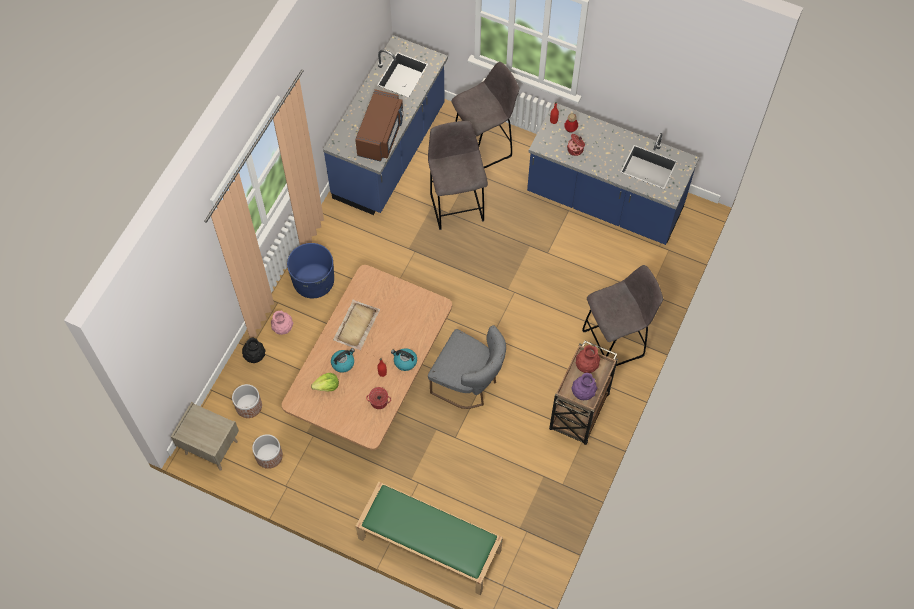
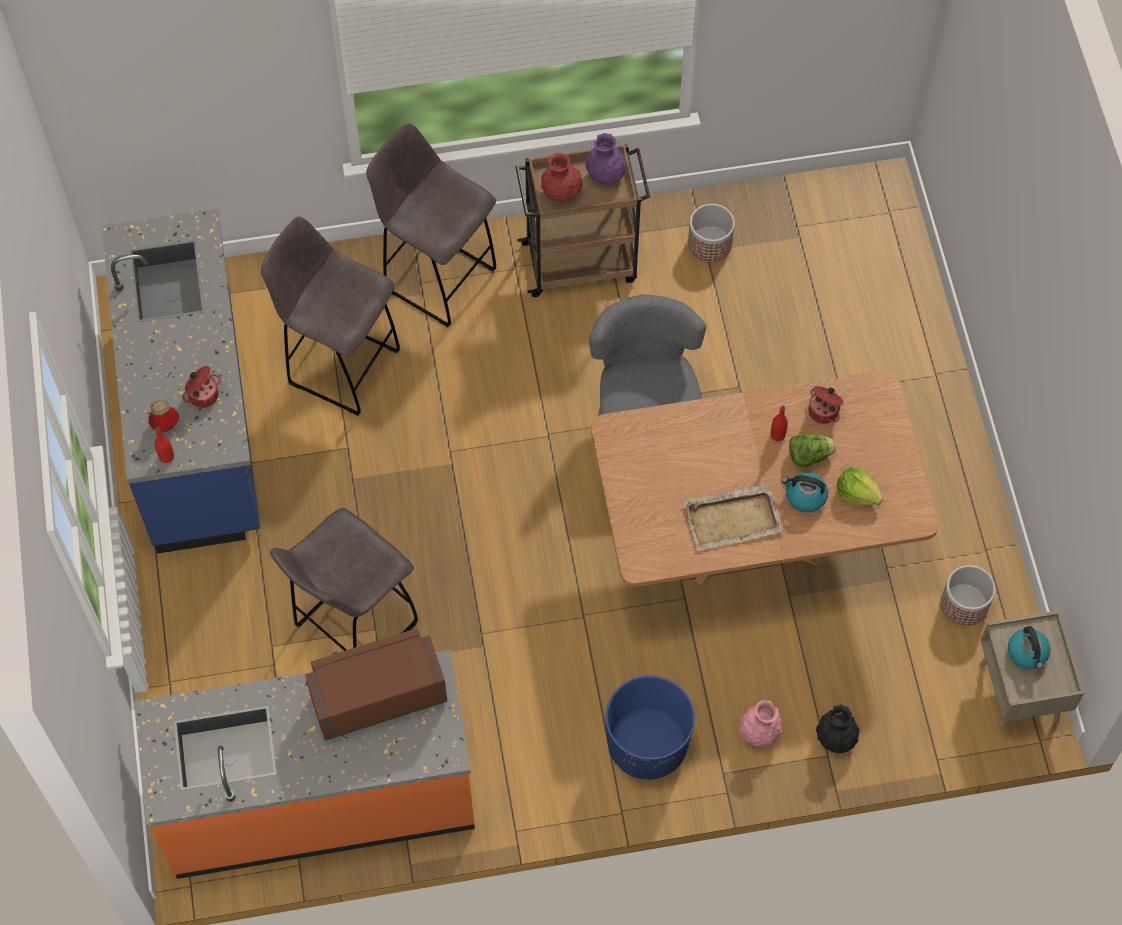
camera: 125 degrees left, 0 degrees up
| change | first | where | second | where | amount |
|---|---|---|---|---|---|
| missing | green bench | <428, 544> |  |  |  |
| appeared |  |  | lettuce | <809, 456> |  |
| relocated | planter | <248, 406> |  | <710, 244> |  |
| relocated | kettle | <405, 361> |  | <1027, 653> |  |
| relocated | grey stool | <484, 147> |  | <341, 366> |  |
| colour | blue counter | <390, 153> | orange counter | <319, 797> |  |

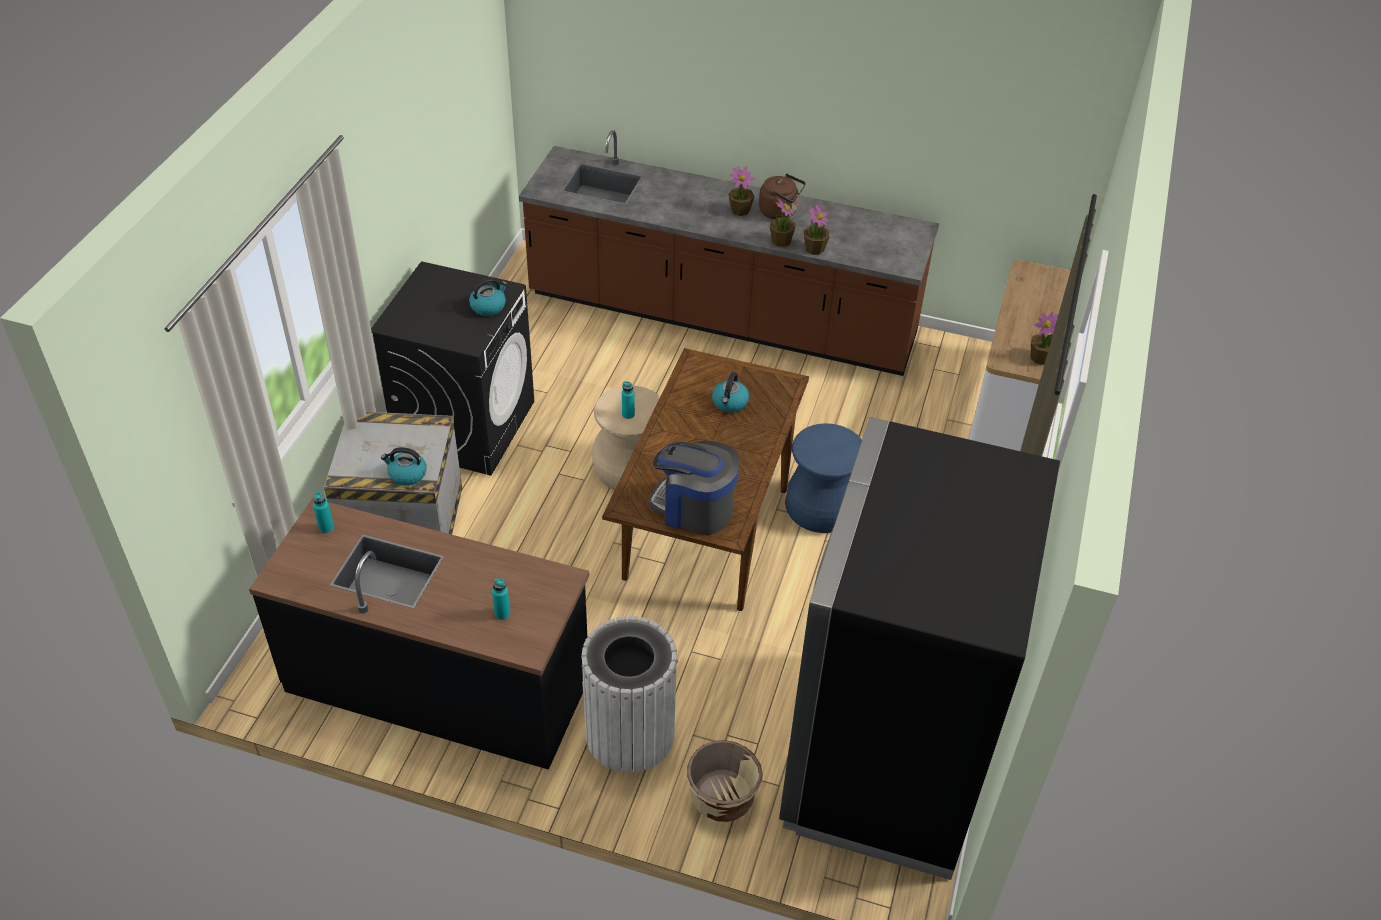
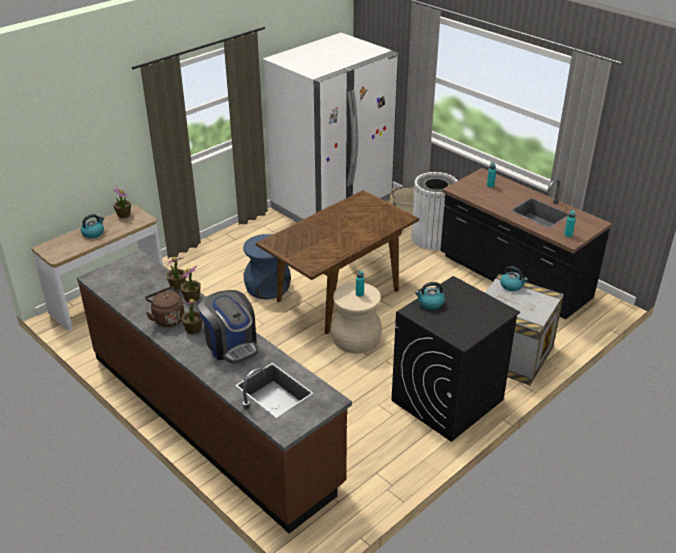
camera: 150 degrees left, 10 degrees down
| change | first | where | second | where | amount |
|---|---|---|---|---|---|
| relocated | coffee machine | <694, 508> |  | <231, 345> |  |
| relocated | kettle | <730, 403> |  | <93, 233> |  |
| colour | black fridge | <885, 759> | white fridge | <332, 204> |  |

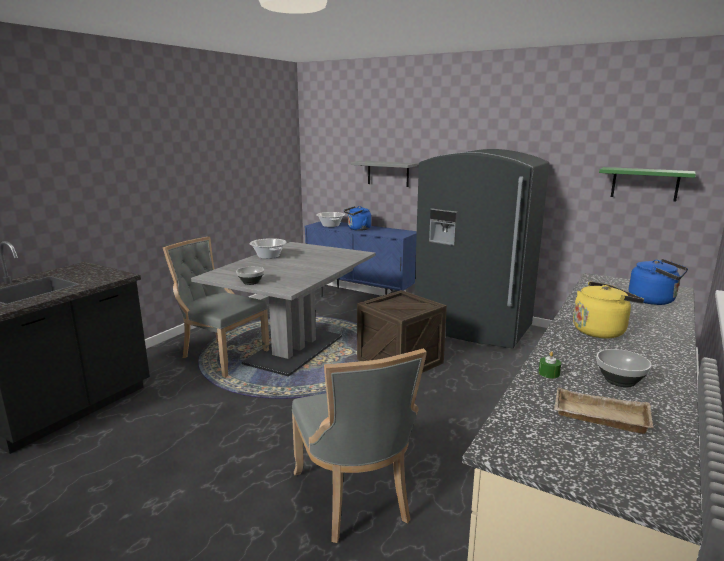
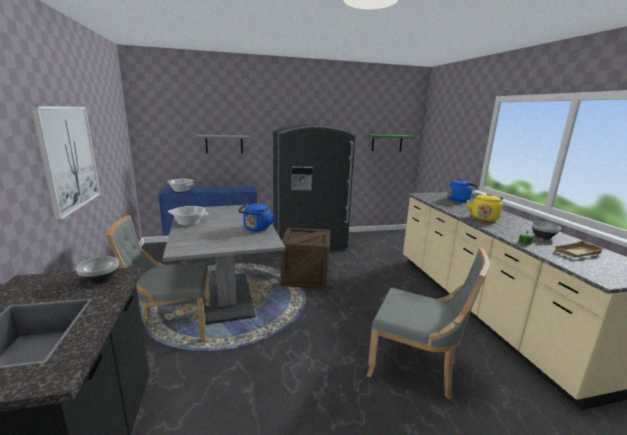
camera: 45 degrees left, 0 degrees up
| change | first | where | second | where | amount |
|---|---|---|---|---|---|
| appeared |  |  | picture | <68, 158> |  |
| relocated | bowl | <251, 282> |  | <100, 279> |  |
| relocated | blue kettle | <358, 229> |  | <256, 229> |  |

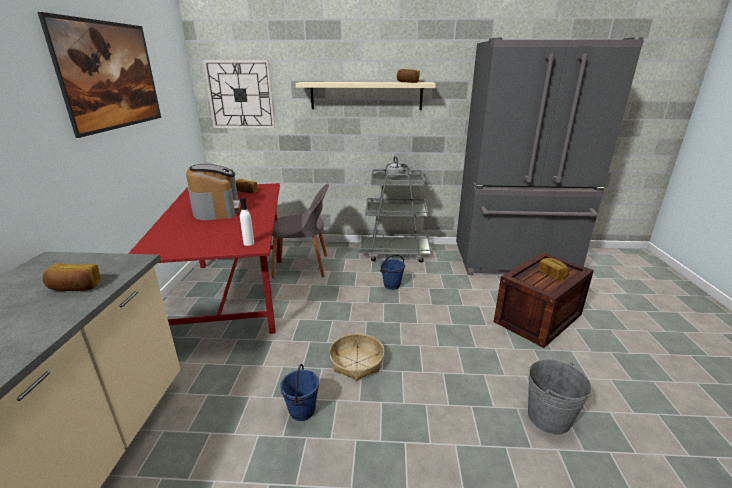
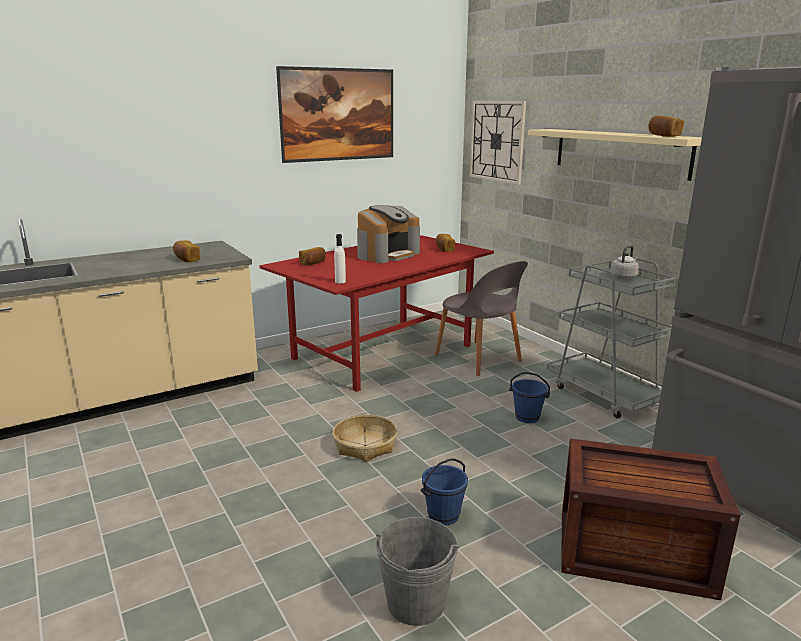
camera: 55 degrees right, 5 degrees down
| change | first | where | second | where | amount |
|---|---|---|---|---|---|
| relocated | blue bucket | <302, 411> |  | <444, 516> |  |
| relocated | bread | <552, 274> |  | <313, 263> |  |

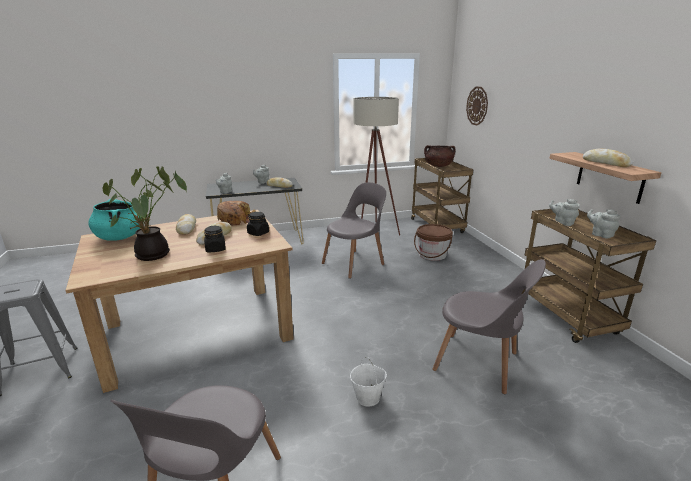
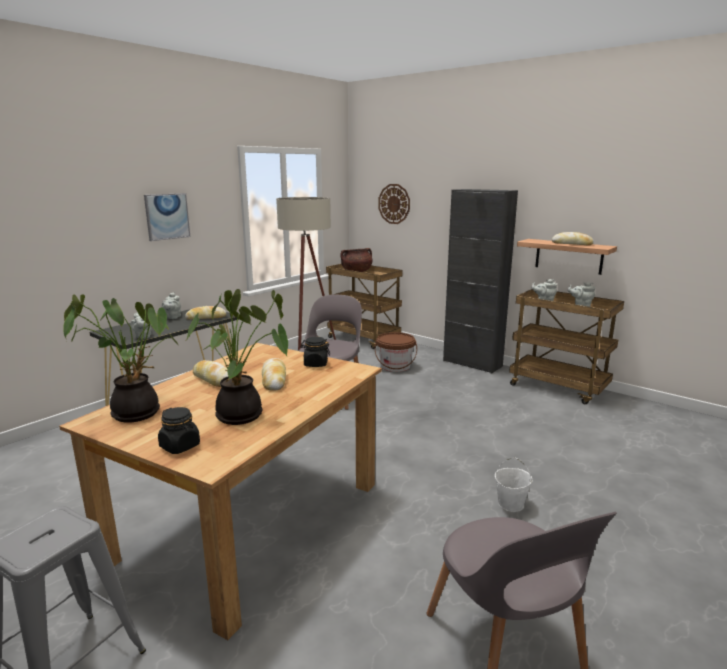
camera: 35 degrees left, 5 degrees down
| change | first | where | second | where | amount |
|---|---|---|---|---|---|
| missing | bread | <236, 219> |  |  |  |
| missing | grey chair | <480, 363> |  |  |  |
| appeared |  |  | picture | <167, 216> |  |
| appeared |  |  | black cabinet | <472, 363> |  |
| relocated | black jar | <215, 249> |  | <180, 446> |  |
| exchanged | turquoise cooking pot | <119, 237> | potted plant | <136, 412> |  |

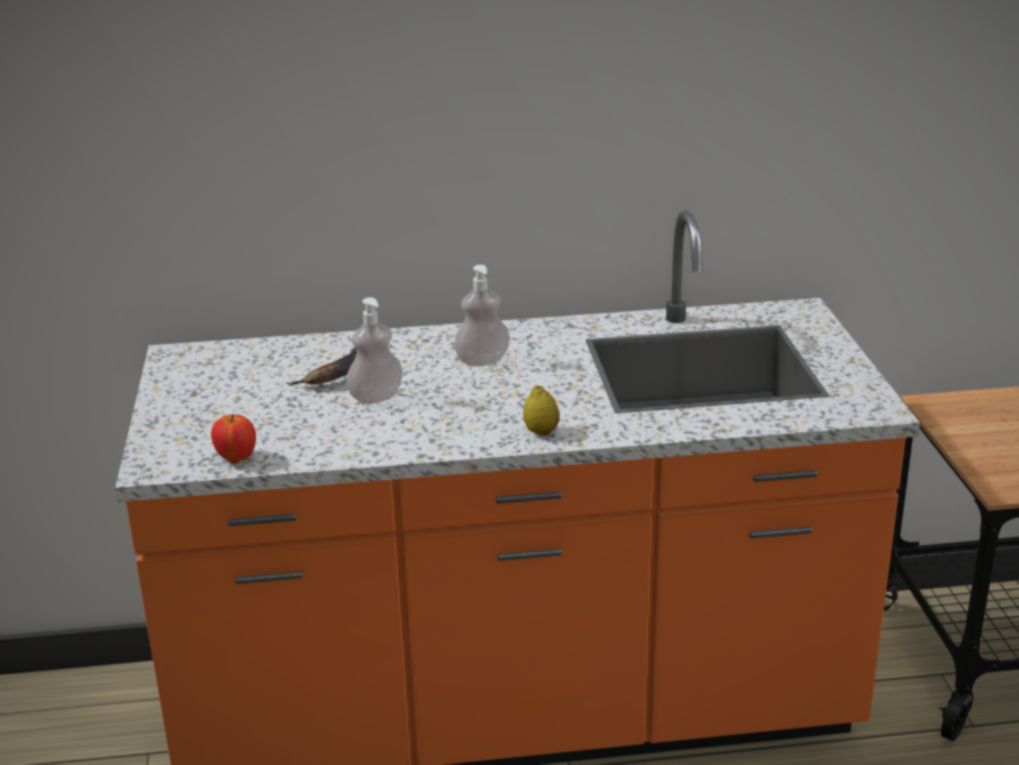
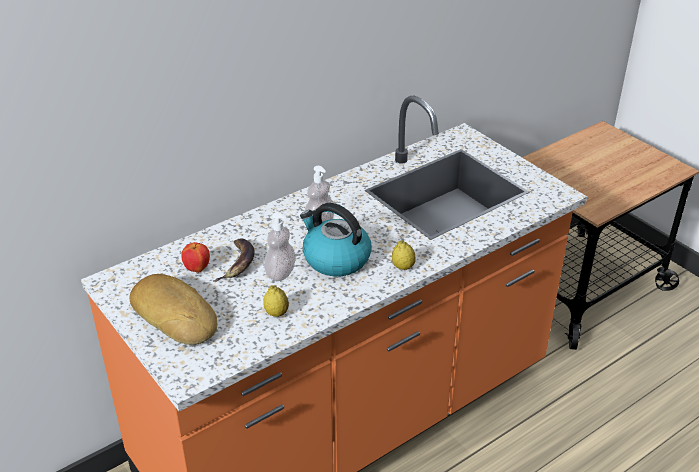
camera: 30 degrees left, 10 degrees up
| change | first | where | second | where | amount |
|---|---|---|---|---|---|
| appeared |  |  | bread | <176, 314> |  |
| appeared |  |  | lemon | <276, 313> |  |
| appeared |  |  | kettle | <335, 259> |  |
| relocated | apple | <236, 459> |  | <197, 269> |  |

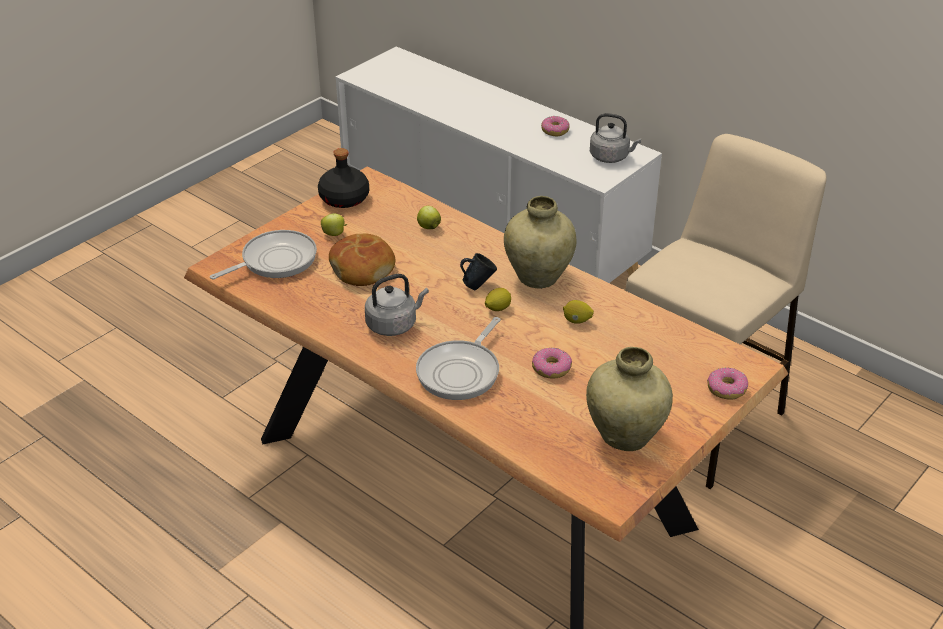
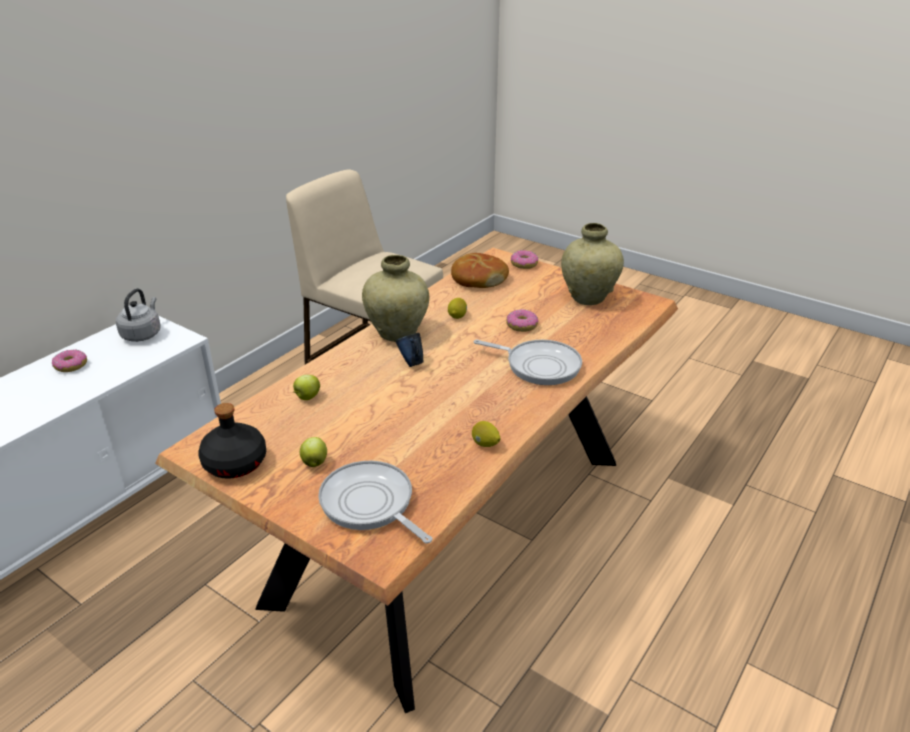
camera: 95 degrees left, 5 degrees down
| change | first | where | second | where | amount |
|---|---|---|---|---|---|
| missing | grey kettle | <394, 324> |  |  |  |
| relocated | bread | <363, 268> |  | <478, 279> |  |
| relocated | lemon | <497, 308> |  | <485, 444> |  |

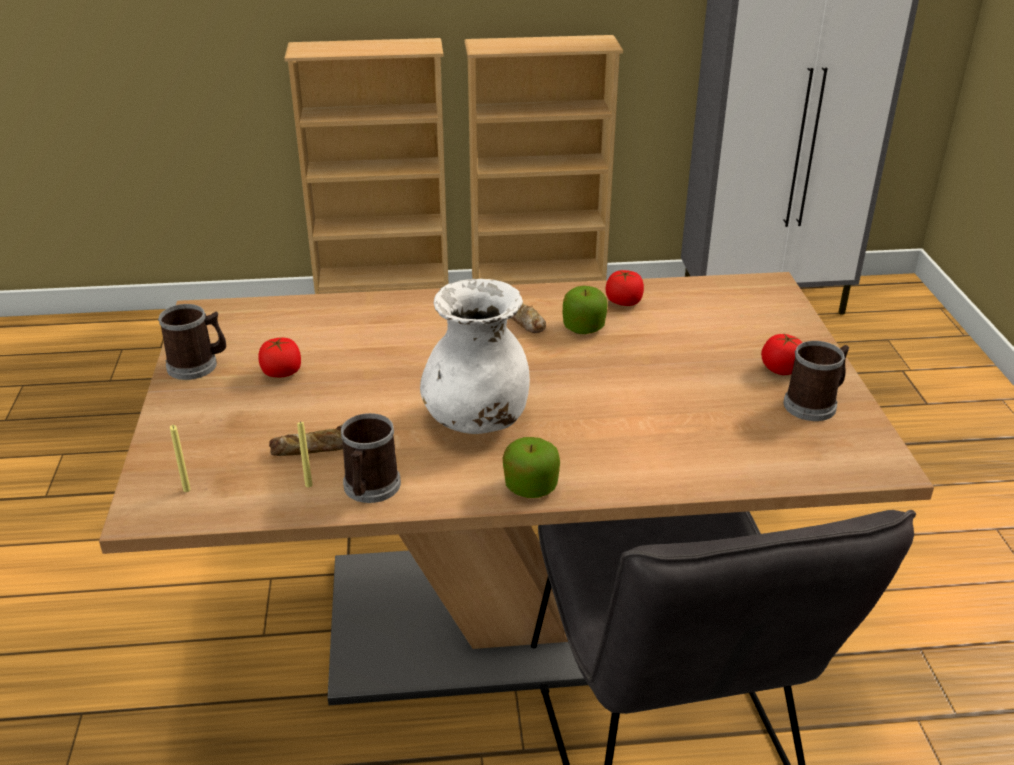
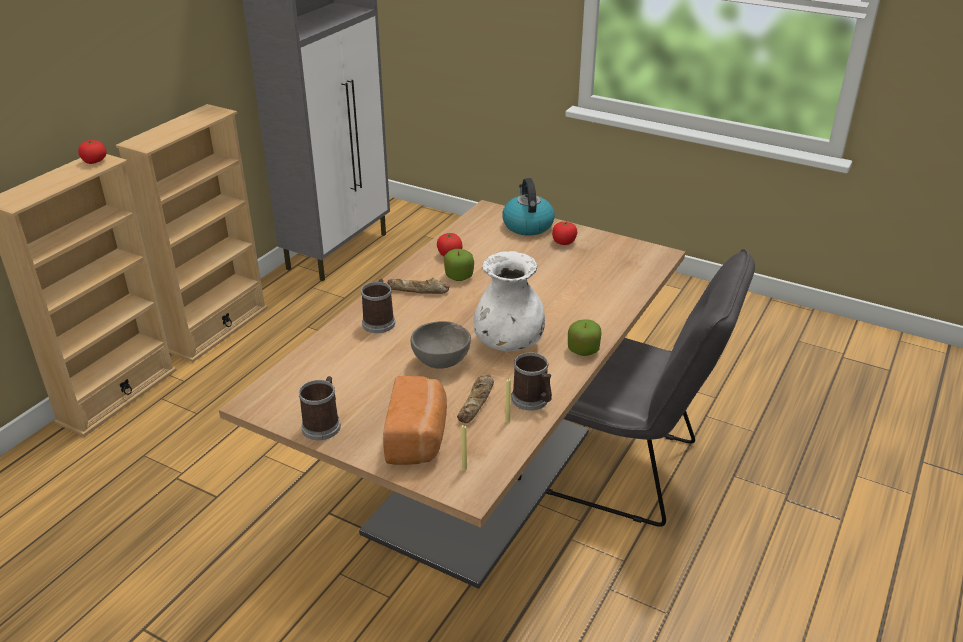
camera: 55 degrees left, 0 degrees up
| change | first | where | second | where | amount |
|---|---|---|---|---|---|
| appeared |  |  | bread | <418, 438> |  |
| appeared |  |  | grey bowl | <442, 362> |  |
| appeared |  |  | kettle | <527, 225> |  |
| relocated | tomato | <281, 373> |  | <94, 161> |  |
| relocated | mug | <814, 404> |  | <379, 321> |  |

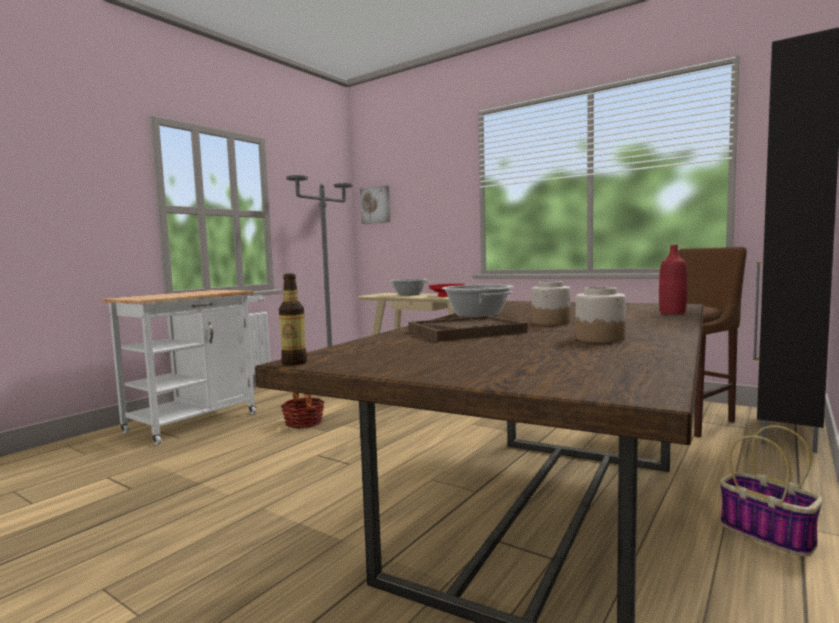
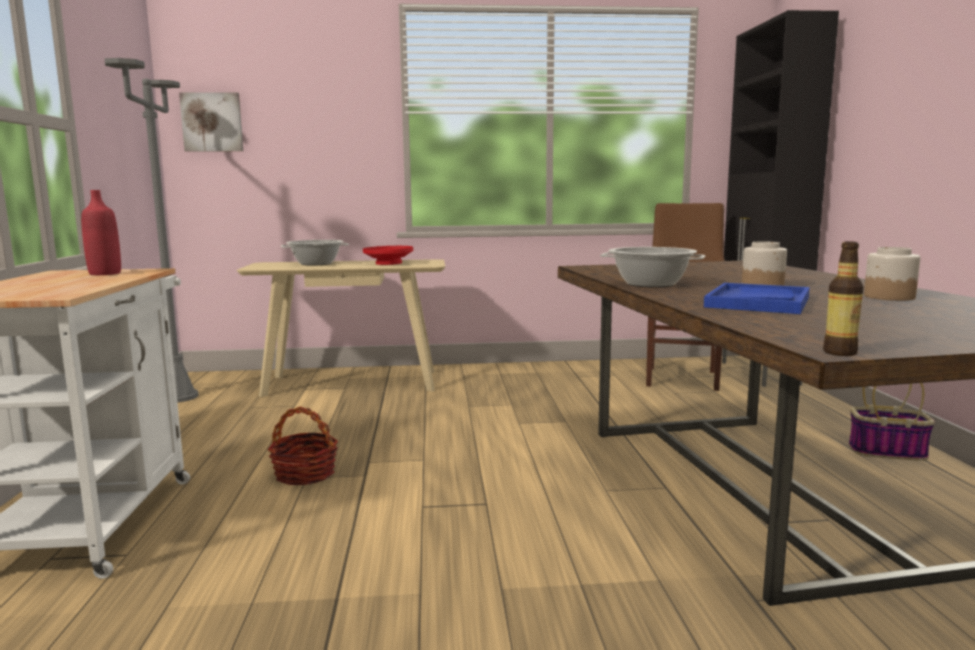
camera: 40 degrees left, 5 degrees up
| change | first | where | second | where | amount |
|---|---|---|---|---|---|
| relocated | red bottle | <672, 313> |  | <105, 273> |  |
| colour | brown tray | <466, 331> | blue tray | <757, 302> |  |

